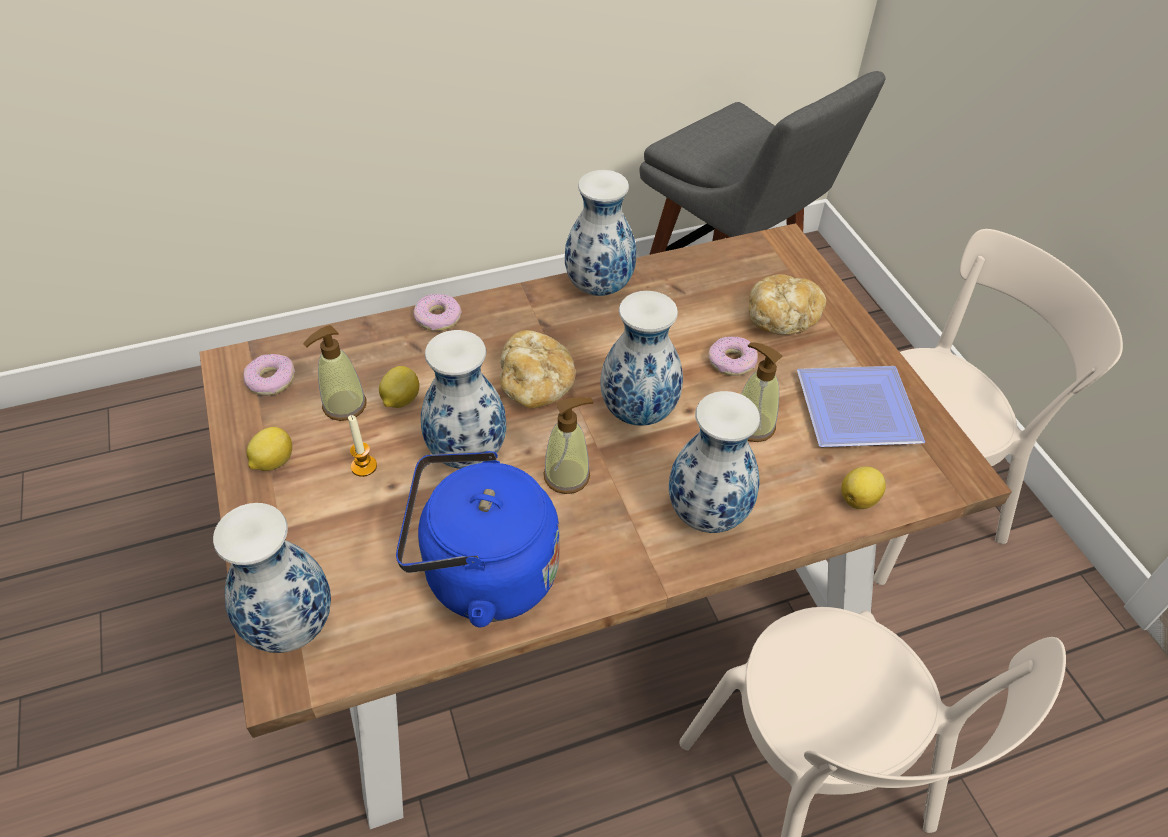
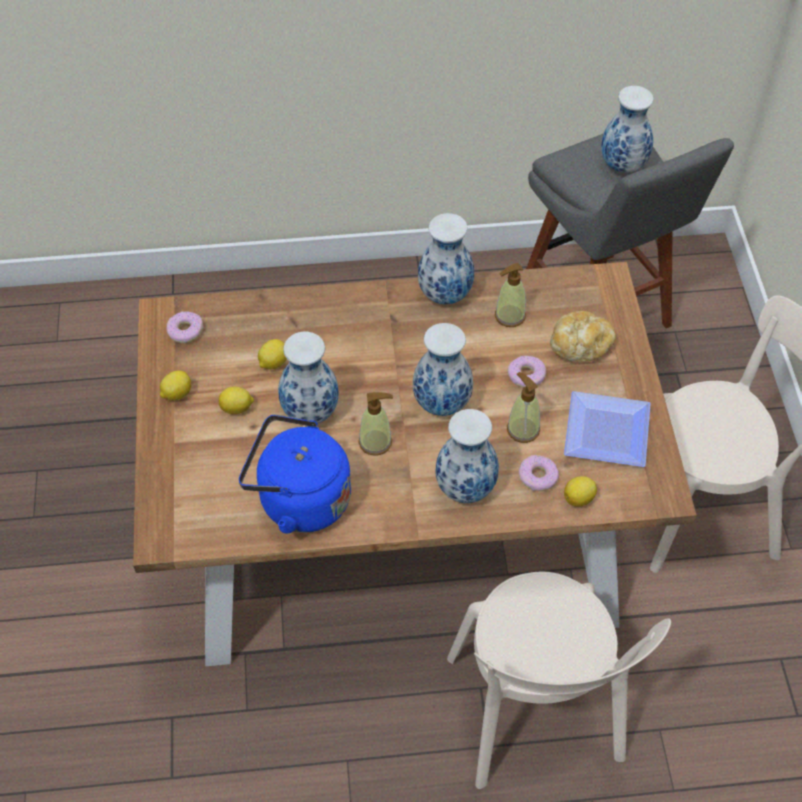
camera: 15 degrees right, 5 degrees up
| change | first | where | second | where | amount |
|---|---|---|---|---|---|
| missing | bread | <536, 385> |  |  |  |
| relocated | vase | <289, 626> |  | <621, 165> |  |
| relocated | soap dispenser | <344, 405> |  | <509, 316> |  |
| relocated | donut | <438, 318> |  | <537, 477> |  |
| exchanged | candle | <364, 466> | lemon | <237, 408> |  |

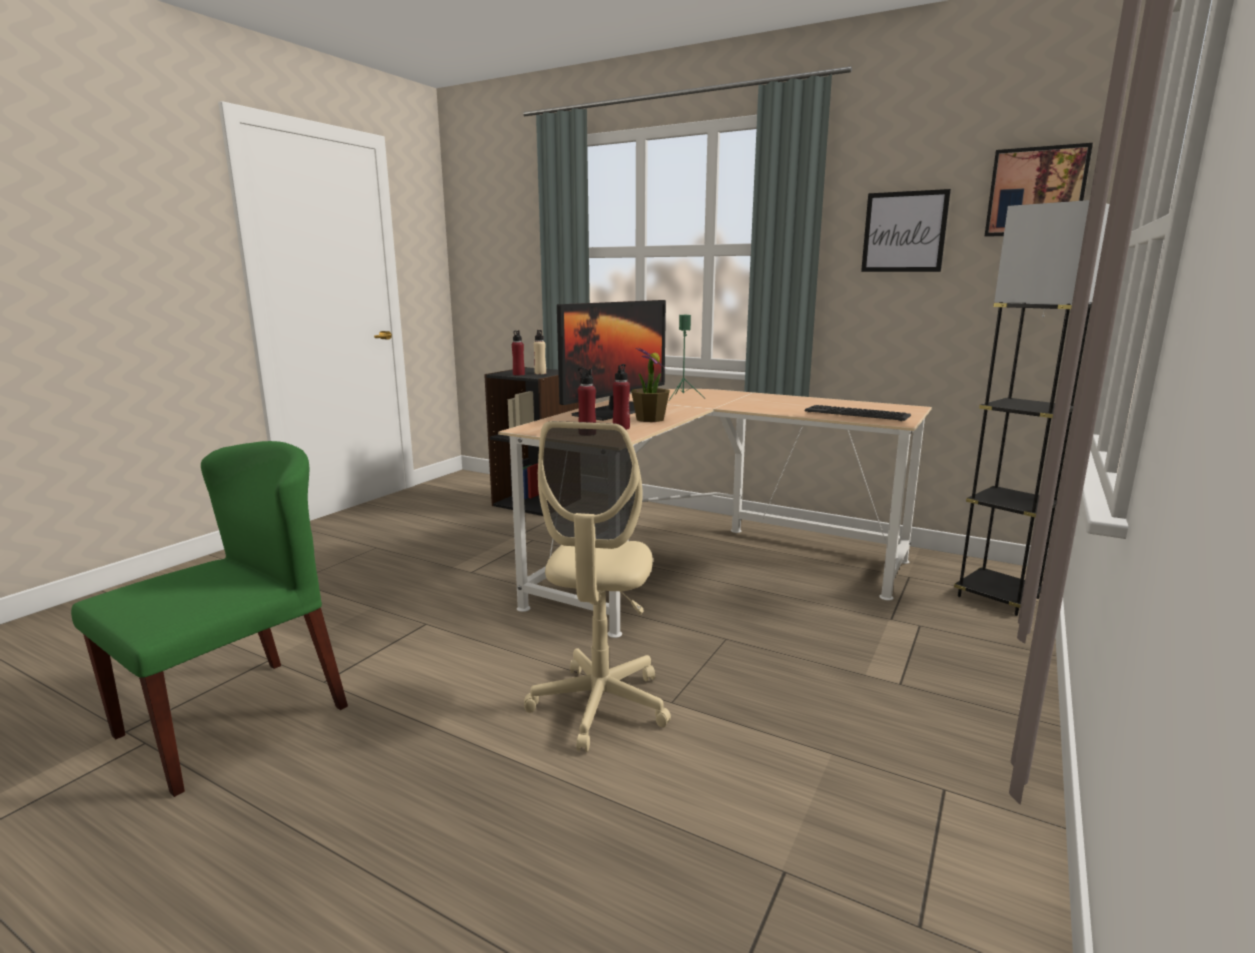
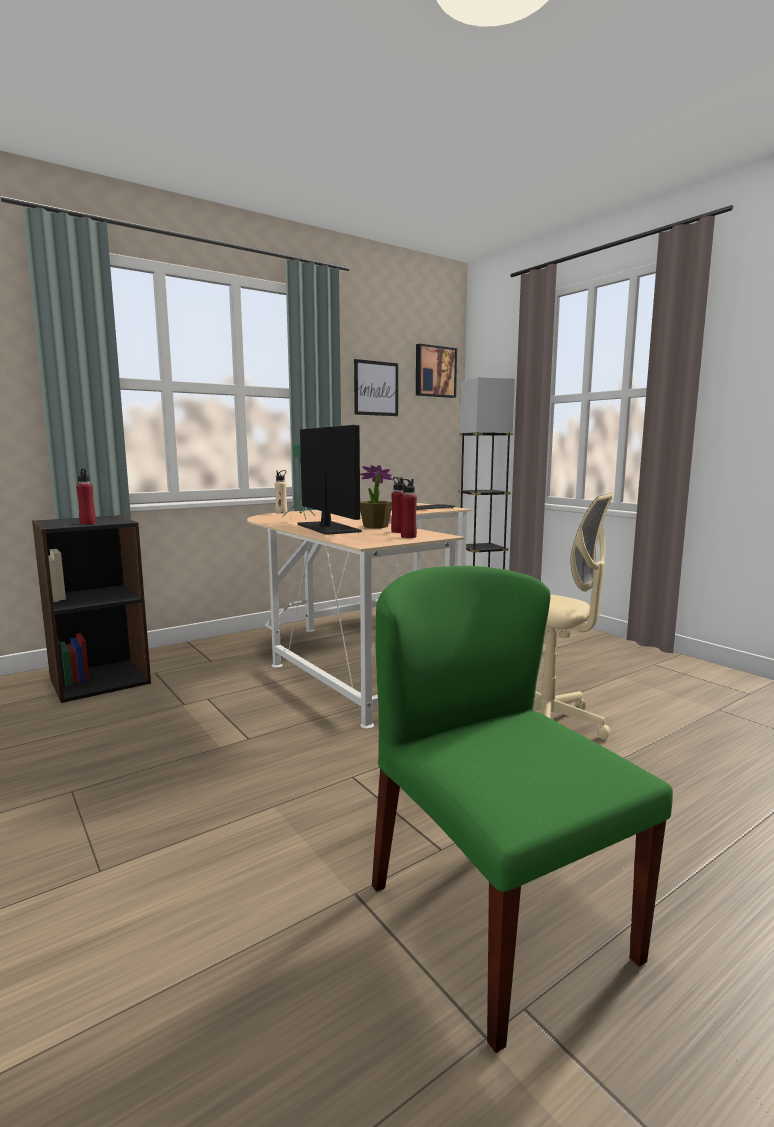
camera: 65 degrees left, 5 degrees down
| change | first | where | second | where | amount |
|---|---|---|---|---|---|
| relocated | beige bottle | <540, 373> |  | <281, 513> |  |

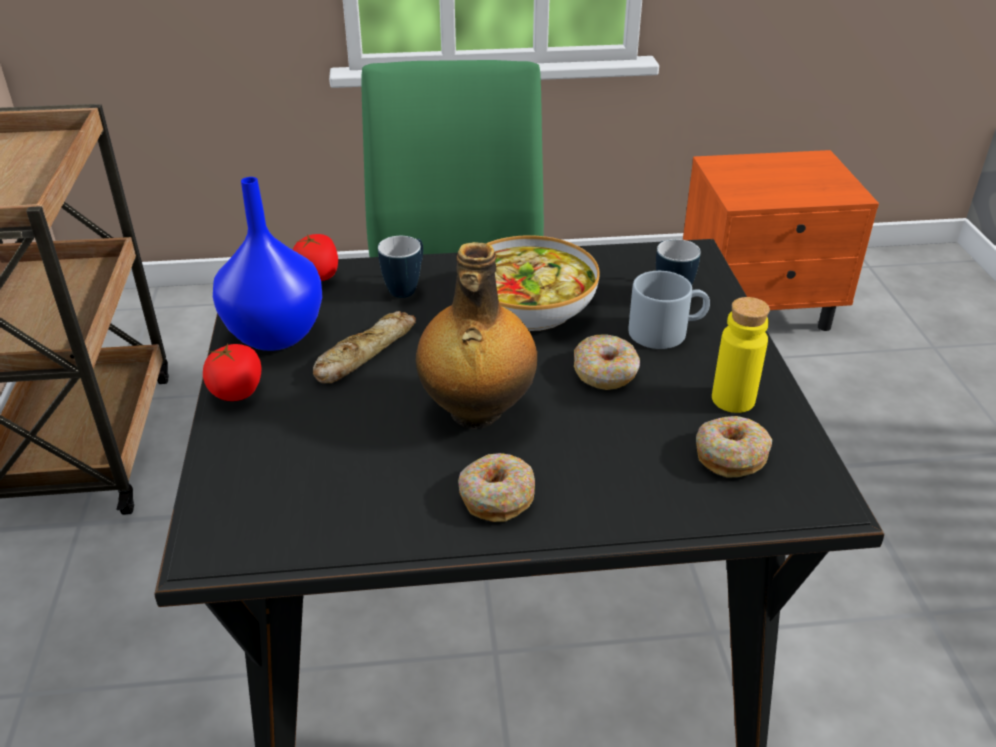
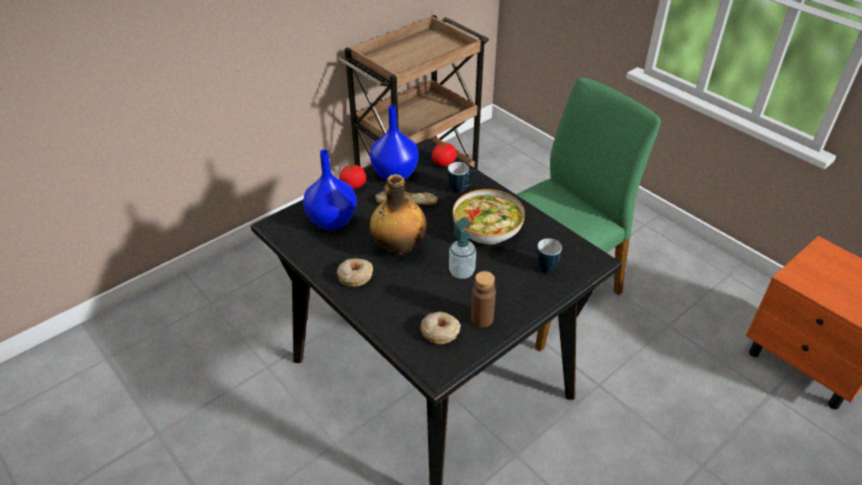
camera: 55 degrees right, 5 degrees up
| change | first | where | second | where | amount |
|---|---|---|---|---|---|
| missing | grey mug | <666, 331> |  |  |  |
| appeared |  |  | blue vase | <332, 222> |  |
| exchanged | donut | <605, 372> | soap dispenser | <461, 272> |  |
| colour | yellow bottle | <733, 399> | brown bottle | <481, 319> |  |

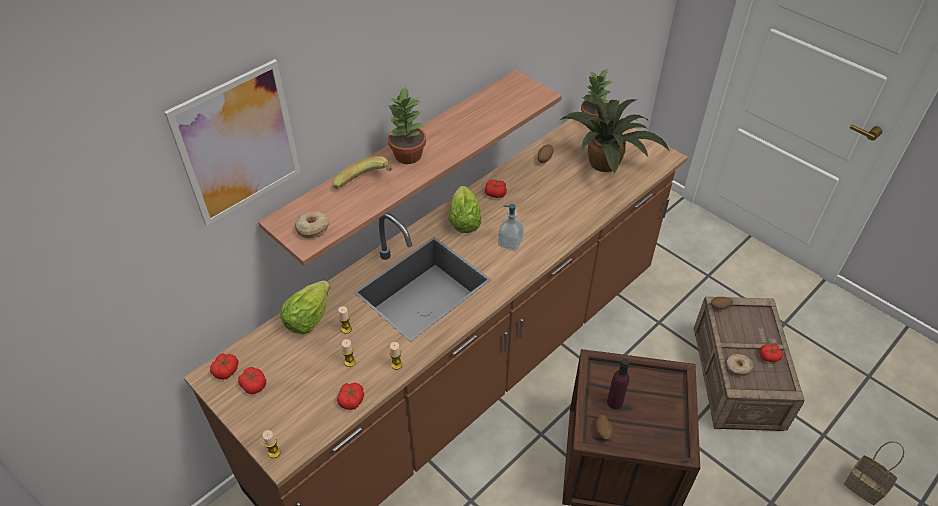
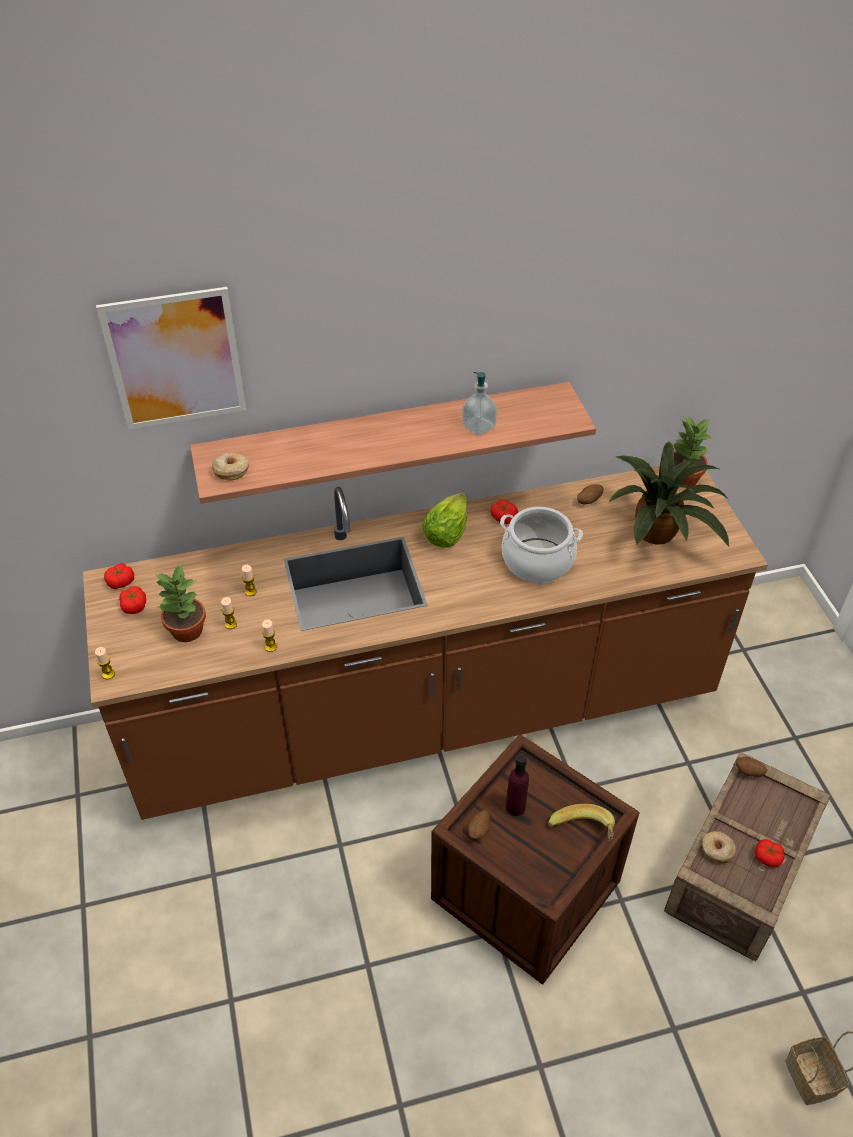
camera: 30 degrees right, 0 degrees up
| change | first | where | second | where | amount |
|---|---|---|---|---|---|
| missing | lettuce | <308, 318> |  |  |  |
| missing | tomato | <351, 400> |  |  |  |
| appeared |  |  | cooking pot | <537, 561> |  |
| relocated | banana | <366, 185> |  | <583, 834> |  |
| relocated | potted plant | <407, 156> |  | <186, 631> |  |
| relocated | soap dispenser | <510, 243> |  | <479, 427> |  |

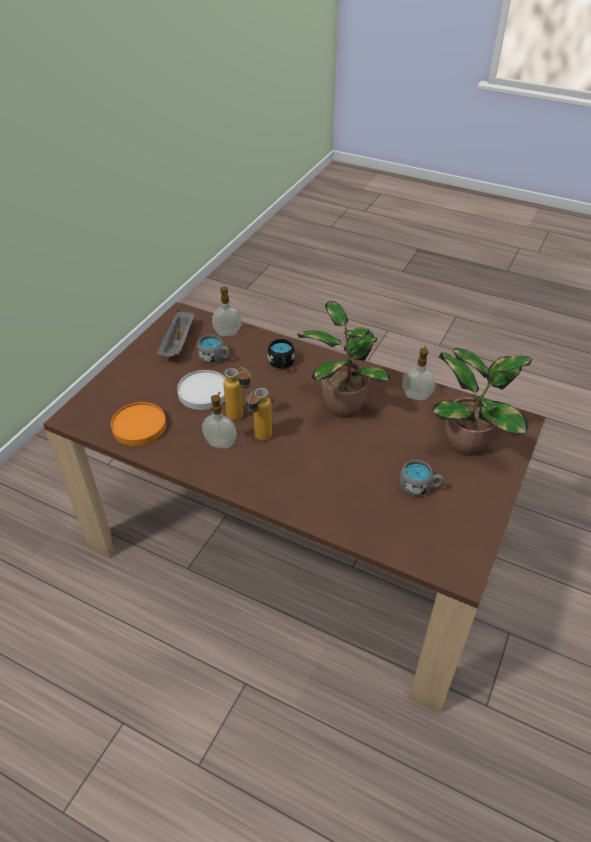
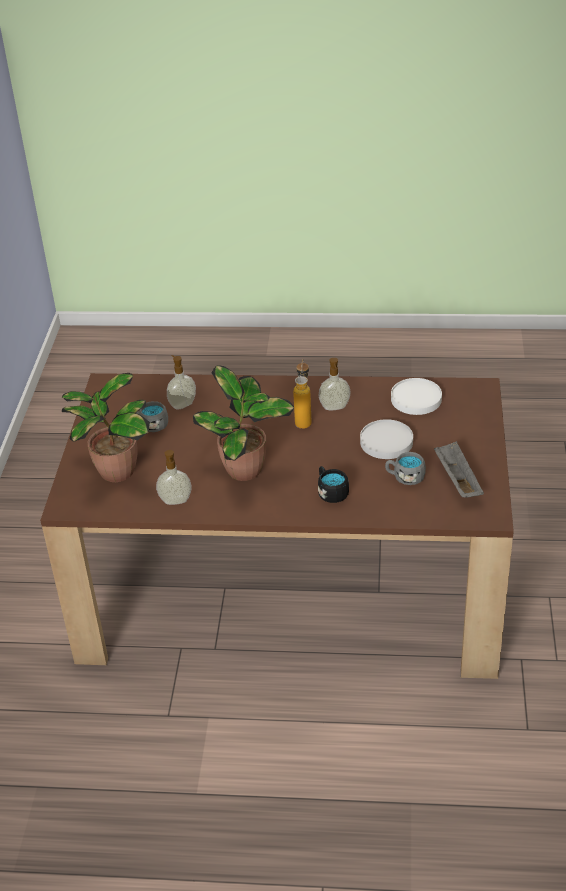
camera: 160 degrees right, 5 degrees down
| change | first | where | second | where | amount |
|---|---|---|---|---|---|
| missing | bottle | <240, 418> |  |  |  |
| relocated | soap dispenser | <228, 334> |  | <182, 404> |  |
| colour | orange plate | <139, 426> | white plate | <416, 399> |  |

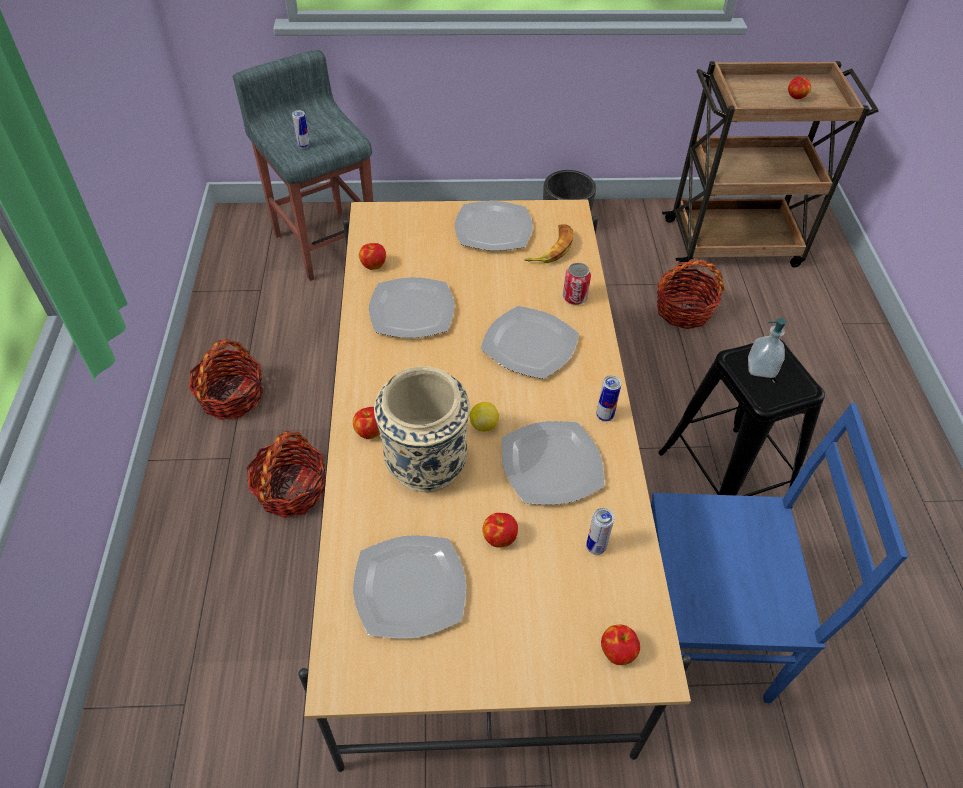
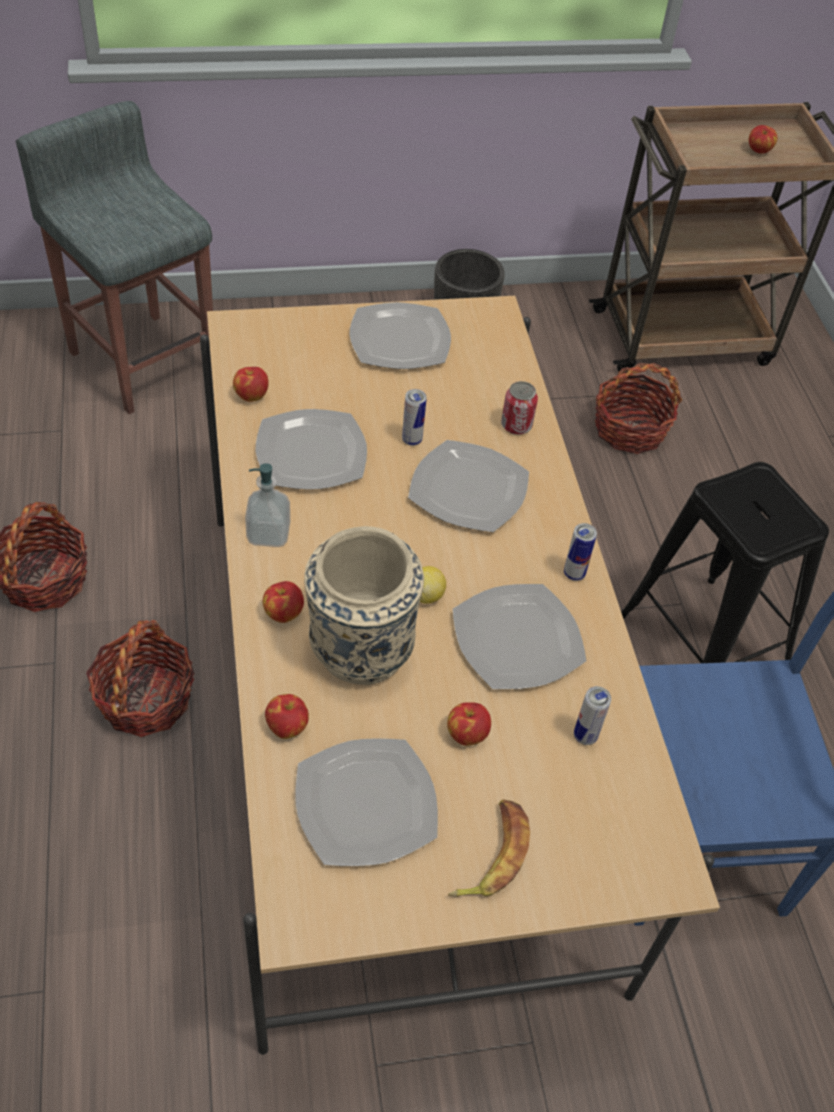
camera: 10 degrees left, 0 degrees up
| change | first | where | second | where | amount |
|---|---|---|---|---|---|
| relocated | can | <303, 145> |  | <412, 440> |  |
| relocated | banana | <551, 248> |  | <492, 855> |  |
| relocated | apple | <617, 651> |  | <287, 727> |  |
| relocated | soap dispenser | <761, 368> |  | <268, 534> |  |

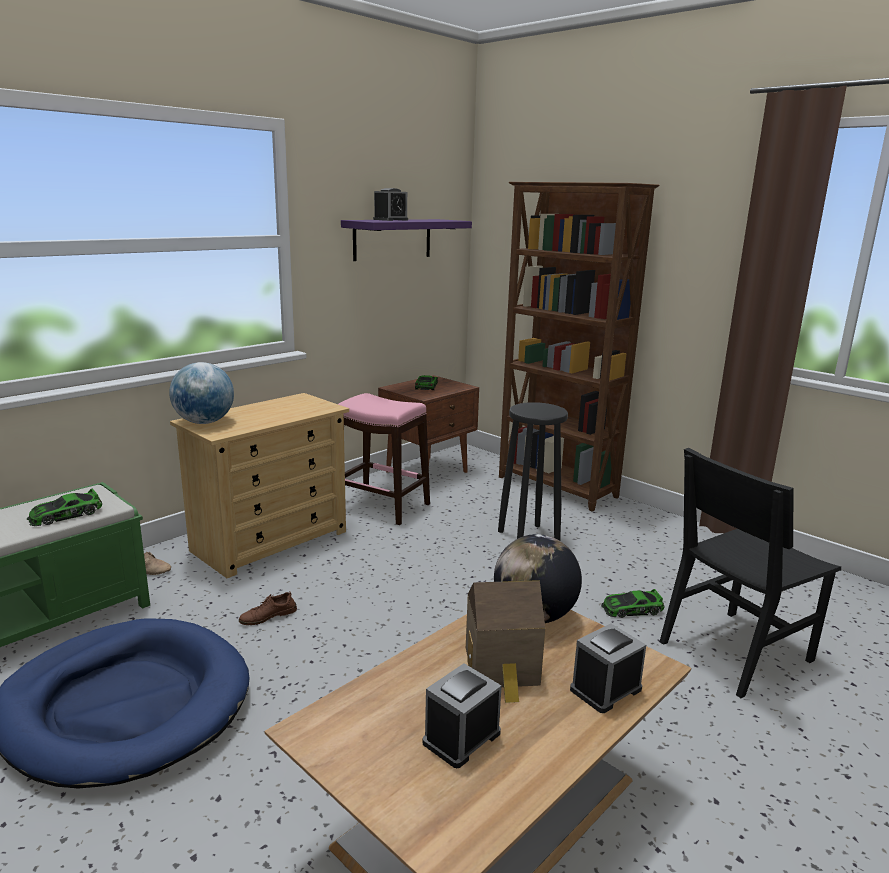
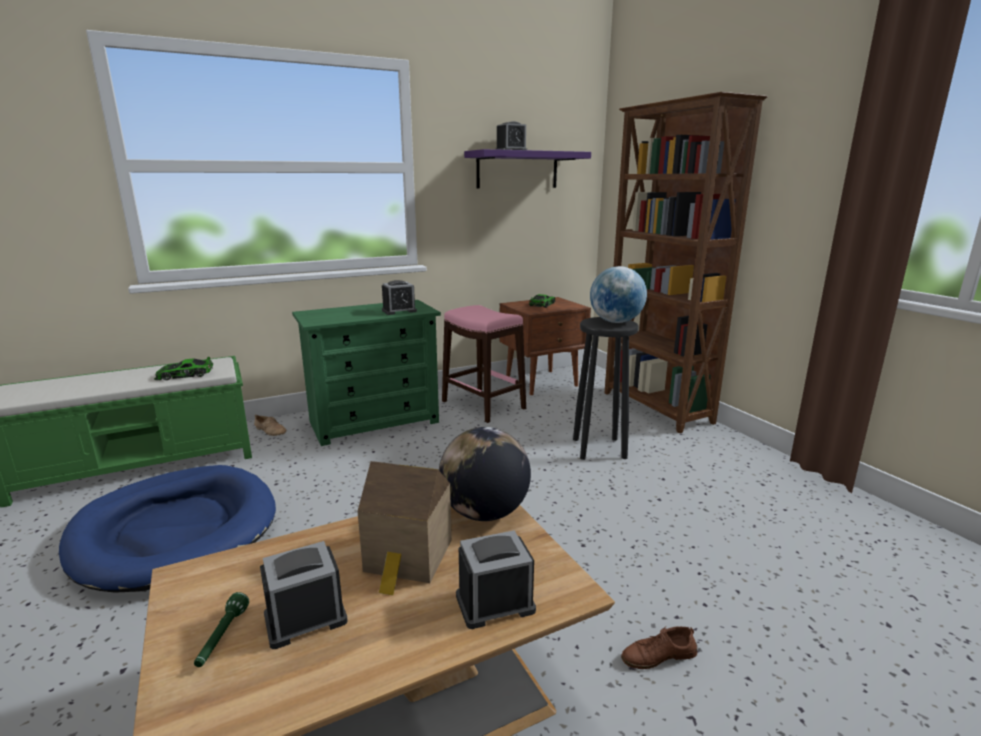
camera: 20 degrees right, 0 degrees up
| change | first | where | second | where | amount |
|---|---|---|---|---|---|
| missing | toy car | <631, 609> |  |  |  |
| missing | black chair | <735, 651> |  |  |  |
| appeared |  |  | green flashlight | <222, 638> |  |
| appeared |  |  | alarm clock | <399, 311> |  |
| relocated | globe | <204, 422> |  | <616, 322> |  |
| relocated | brown shoe | <268, 616> |  | <658, 655> |  |
| colour | beige dresser | <271, 541> | green dresser | <375, 422> |  |

